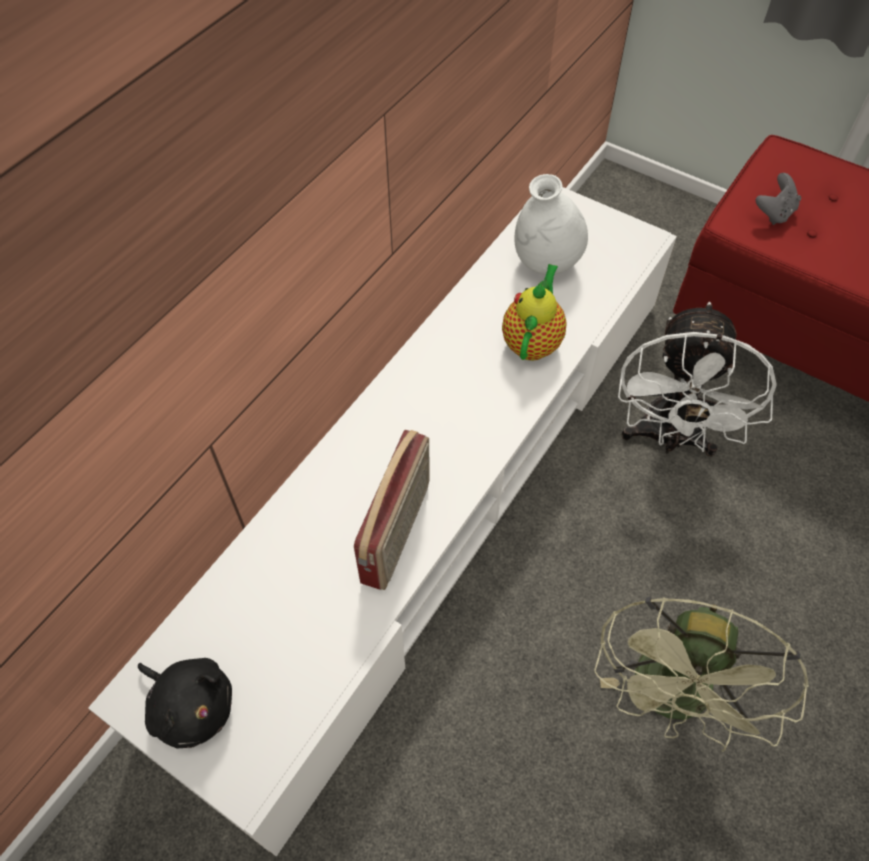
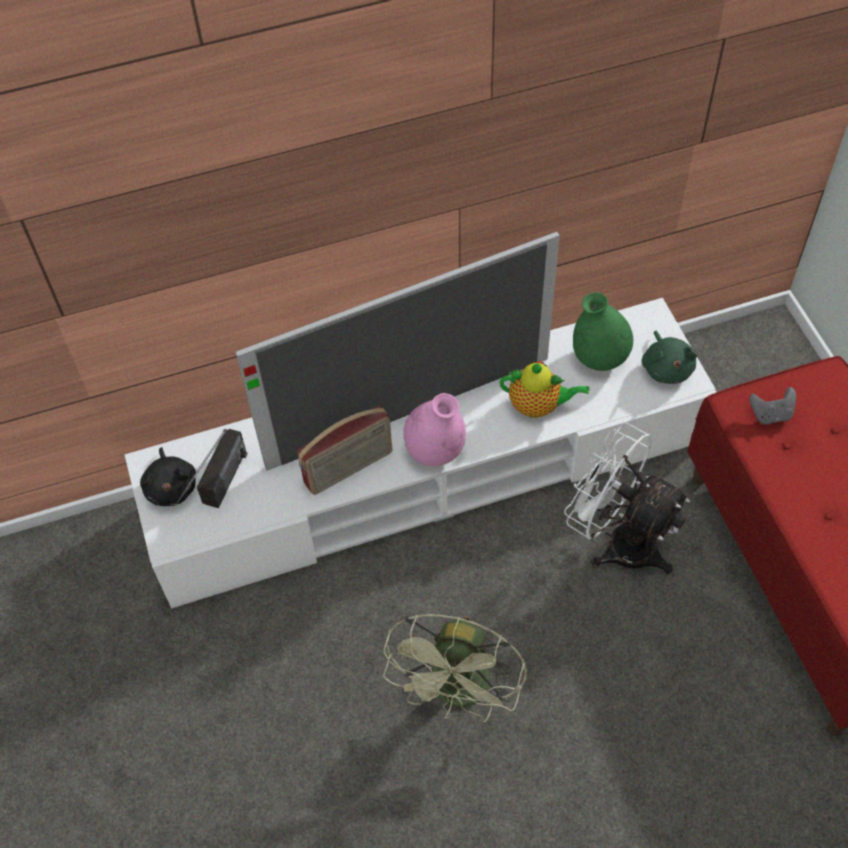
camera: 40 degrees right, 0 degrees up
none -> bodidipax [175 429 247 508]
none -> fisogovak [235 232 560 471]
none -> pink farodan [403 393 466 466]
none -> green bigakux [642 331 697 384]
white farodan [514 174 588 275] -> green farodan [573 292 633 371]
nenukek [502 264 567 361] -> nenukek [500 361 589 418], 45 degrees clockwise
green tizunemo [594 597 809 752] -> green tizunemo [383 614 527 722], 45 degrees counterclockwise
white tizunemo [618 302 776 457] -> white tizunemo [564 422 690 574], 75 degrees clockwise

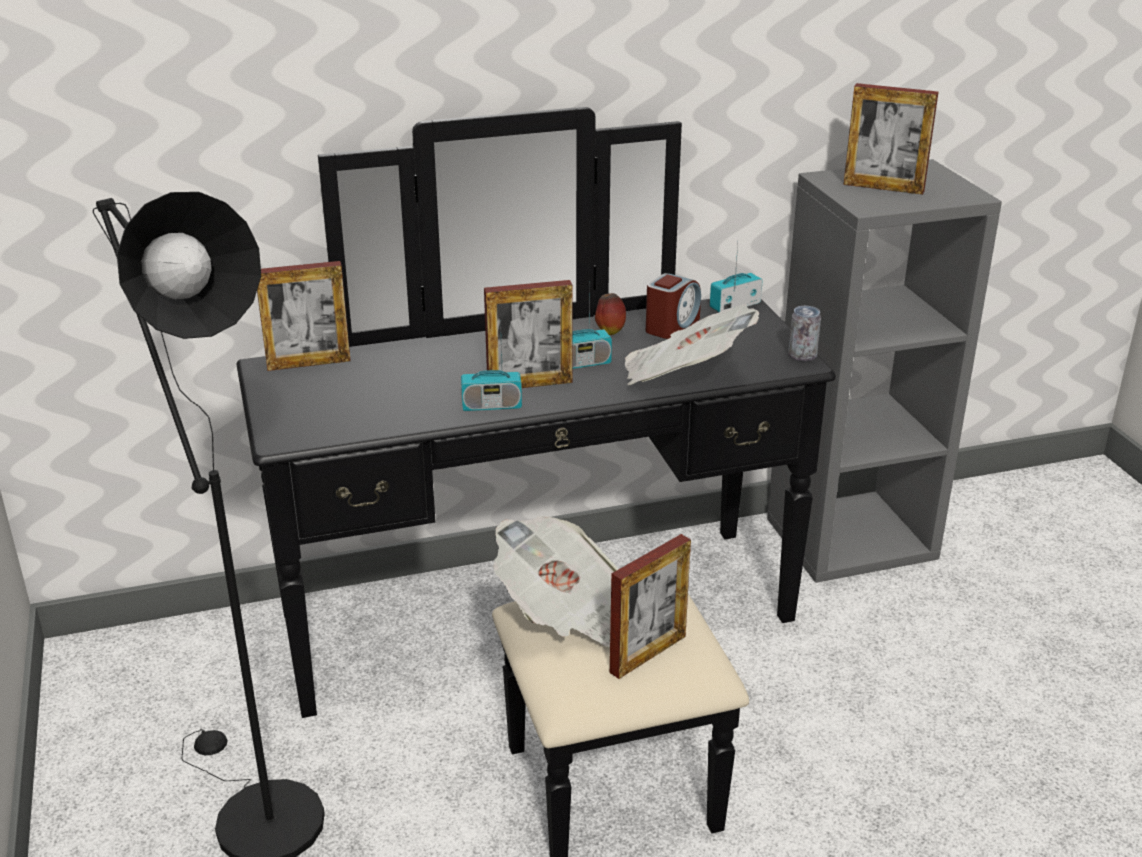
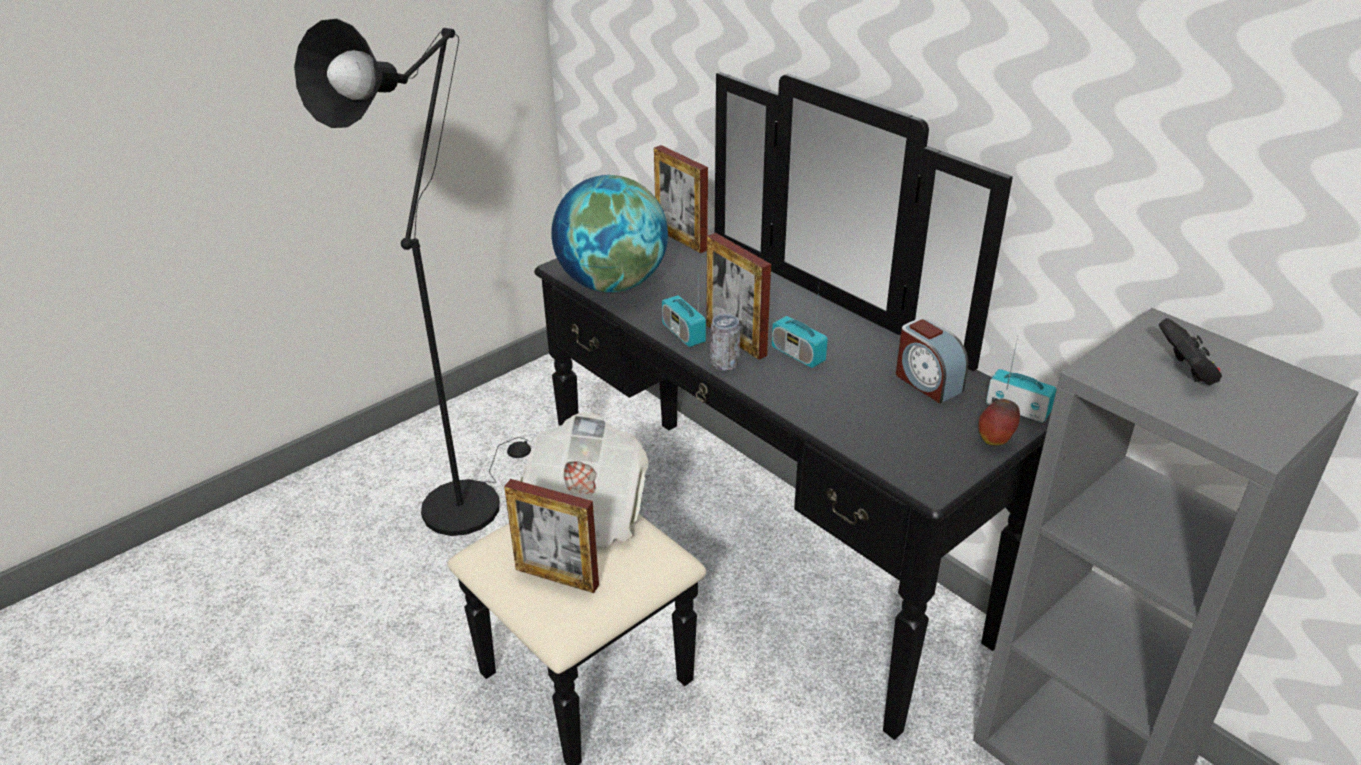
camera: 65 degrees right, 5 degrees up
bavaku [625 304 759 385] -> none
none -> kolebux [551 175 668 292]
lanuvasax [595 293 626 335] -> lanuvasax [978 399 1020 445], moved
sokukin [789 306 821 362] -> sokukin [710 314 740 371], moved
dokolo [844 83 938 195] -> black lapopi [1159 318 1222 385]
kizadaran [646 273 701 339] -> kizadaran [896 318 969 403], 45 degrees clockwise

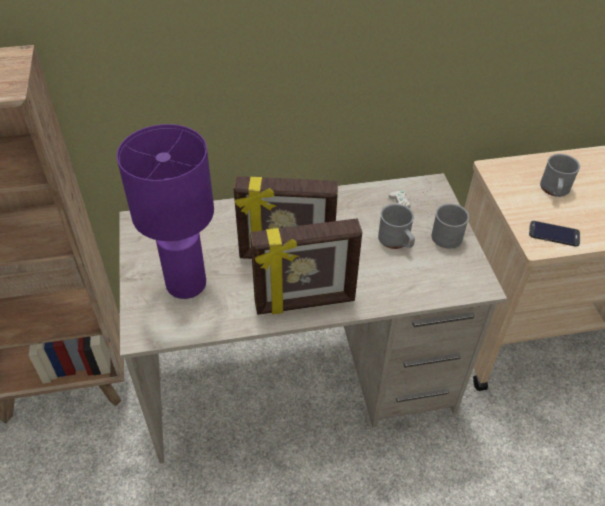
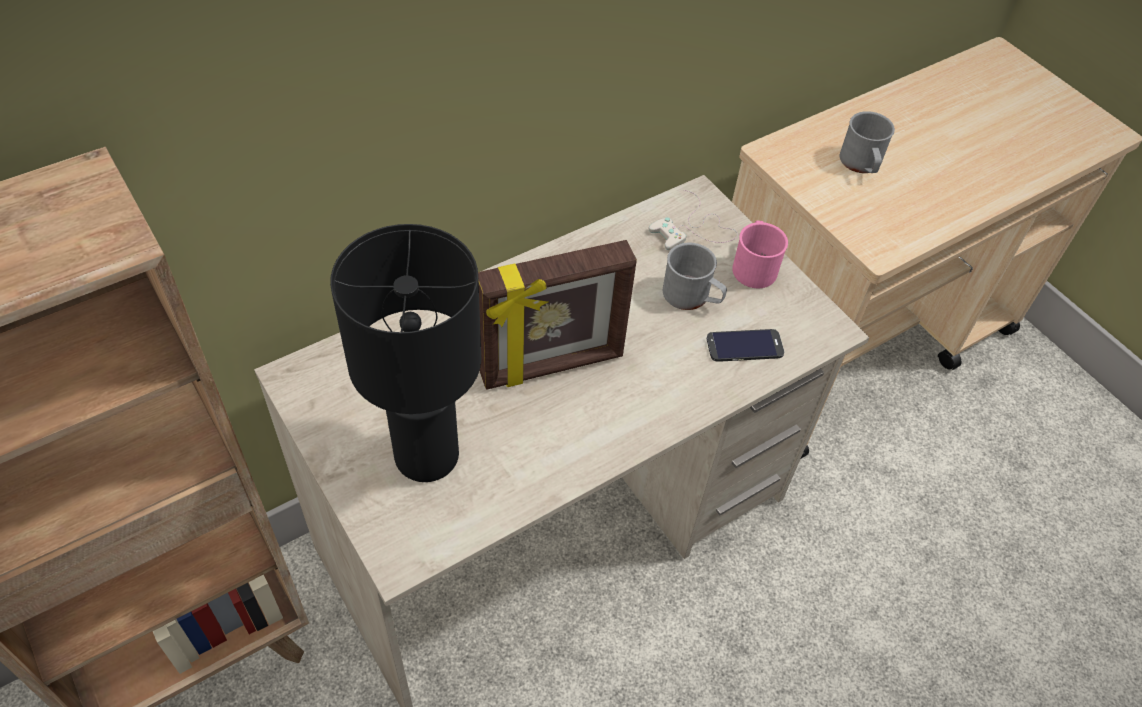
camera: 25 degrees left, 5 degrees up
dokolo [250 218 362 315] -> none
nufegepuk [529 221 580 247] -> nufegepuk [707 329 784 362], moved
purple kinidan [117 124 214 299] -> black kinidan [330 224 481 482]
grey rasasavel [431 203 469 249] -> pink rasasavel [732 220 788 288]

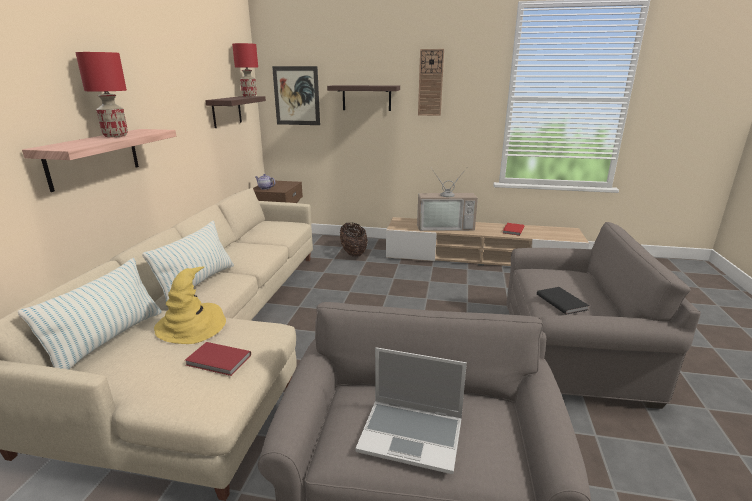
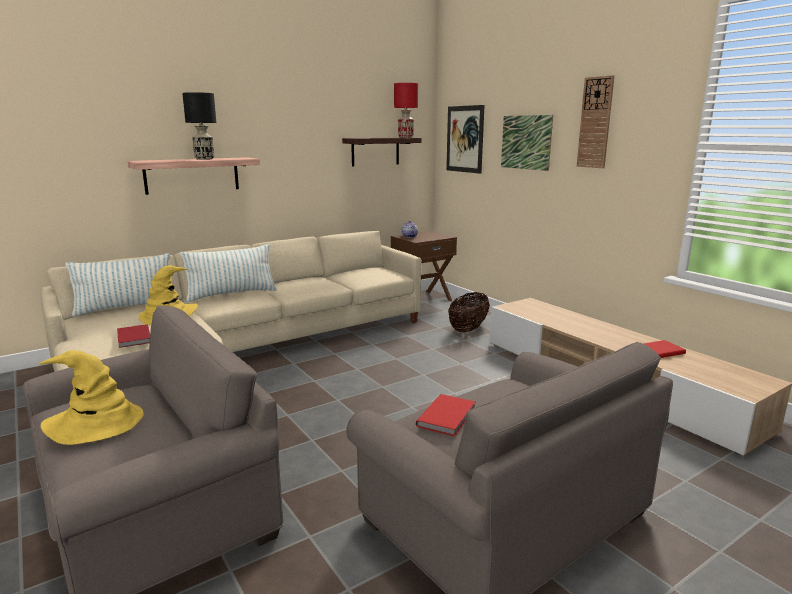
camera: 45 degrees right, 5 degrees down
fisogovak [417 168 478 231] -> none
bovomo [327 85 400 111] -> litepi [501 115 553 171]
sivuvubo [355 347 467 474] -> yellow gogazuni [39 350 144 445]
red kinidan [75 52 128 137] -> black kinidan [182 92 216 160]
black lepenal [537 287 589 315] -> red lepenal [416 394 475 436]

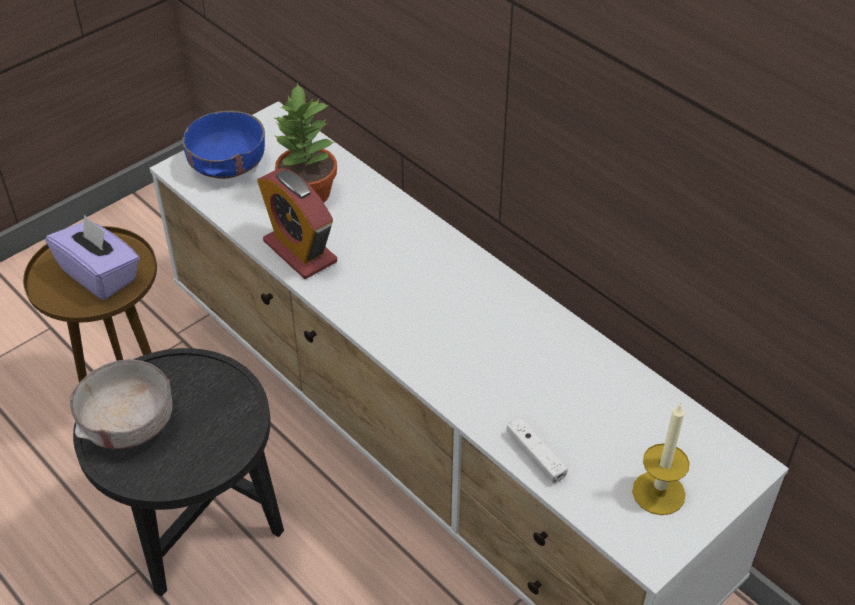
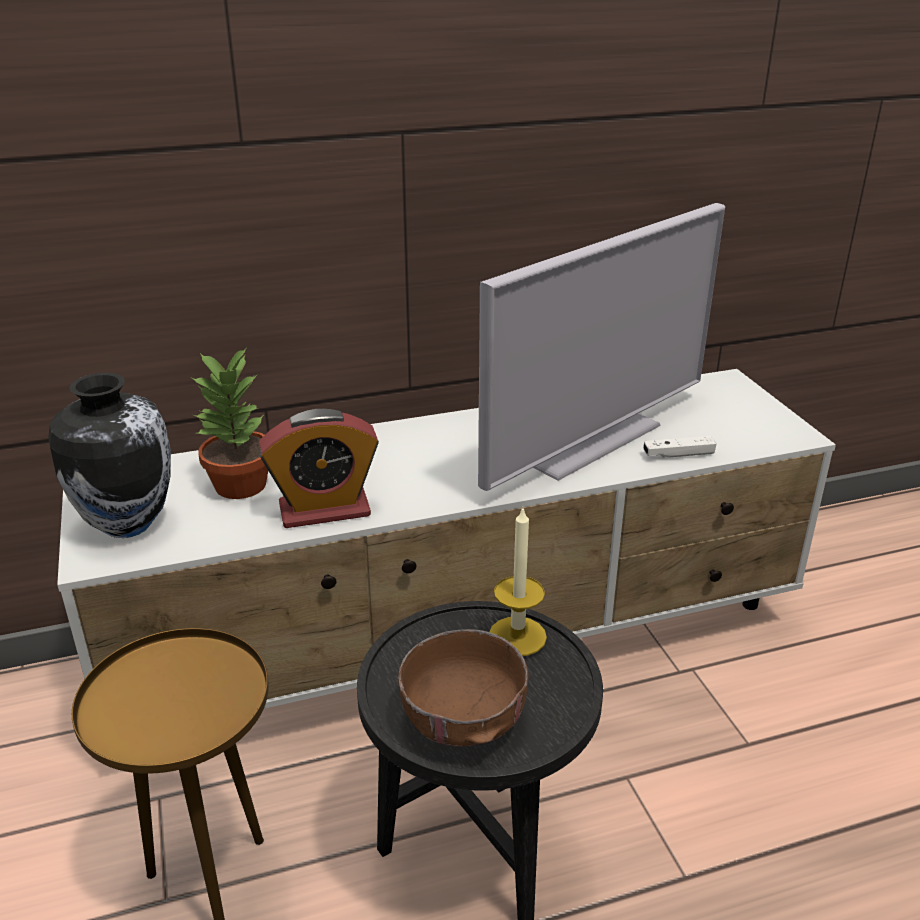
camera: 65 degrees left, 15 degrees down
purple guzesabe [46 214 140 300] -> none
none -> fisogovak [478 203 725 491]
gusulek [632 403 690 515] -> gusulek [490 506 547 656], moved
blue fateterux [182 111 265 179] -> farodan [48 373 171 538]
grey fateterux [70 359 173 449] -> brown fateterux [398 629 529 747]

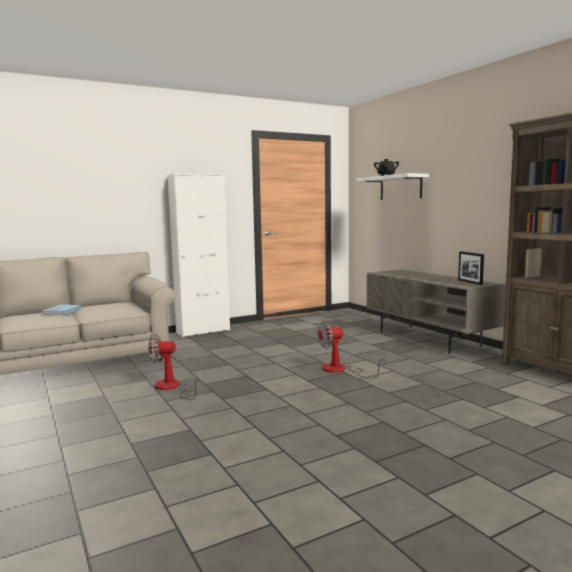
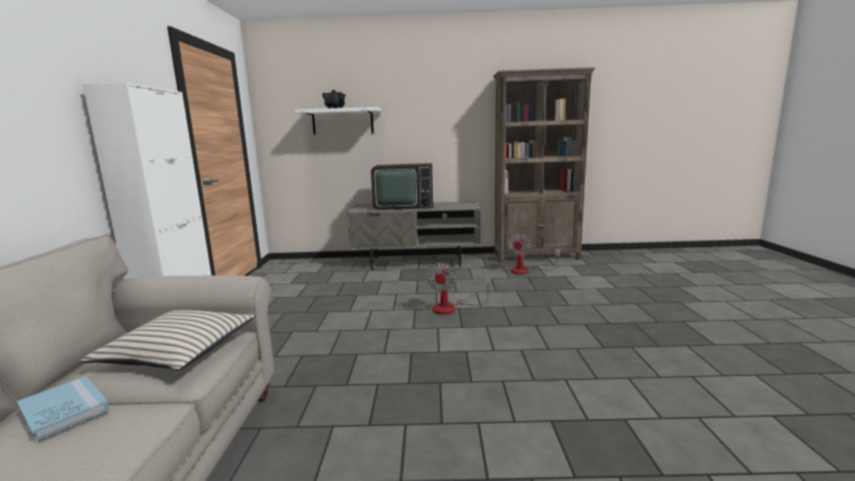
camera: 60 degrees left, 5 degrees up
dokolo [458 251 484 285] -> none
none -> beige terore [80 310 256 370]
none -> fisogovak [371 163 433 210]
tizunemo [148 333 201 400] -> tizunemo [507 233 560 275], moved

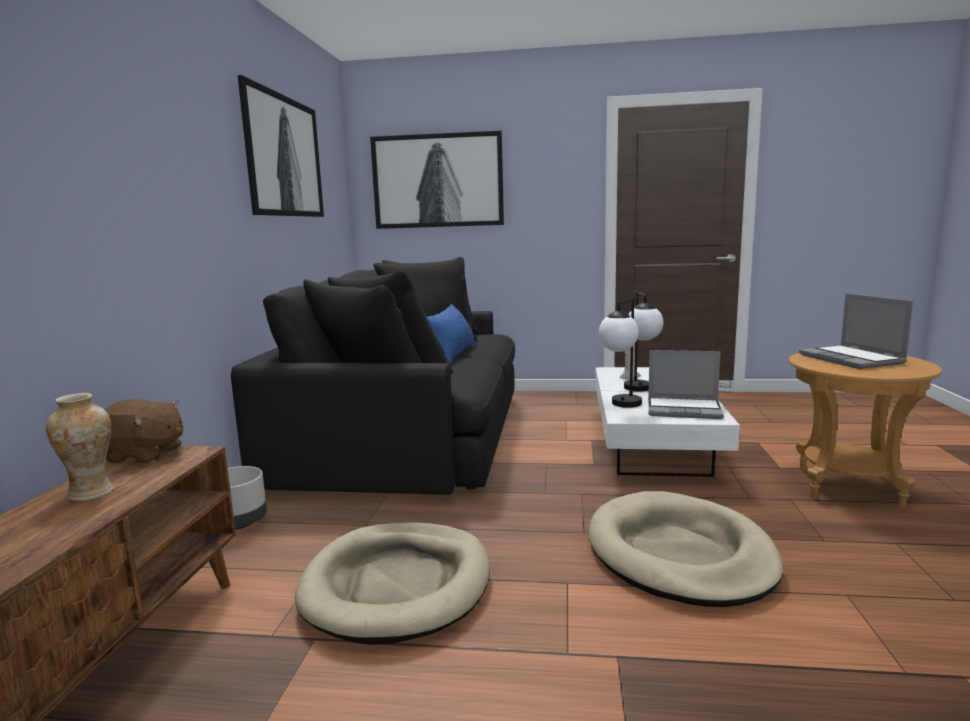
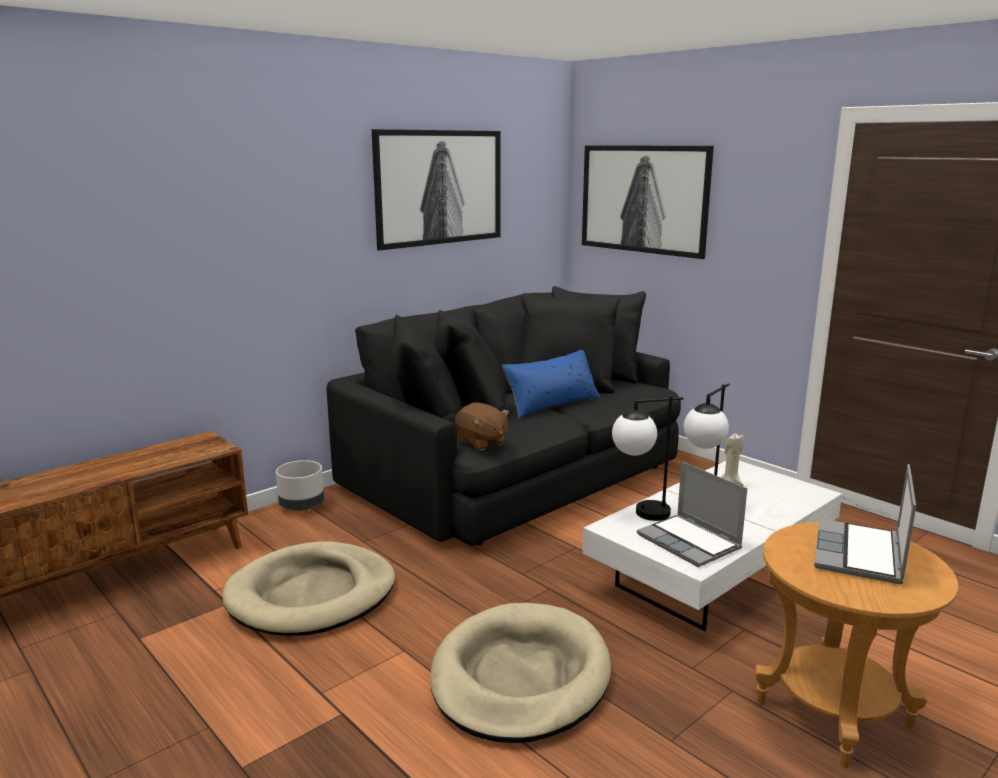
camera: 40 degrees right, 5 degrees up
farodan [46 393 114 501] -> none
brown bigakux [105 399 183 463] -> brown bigakux [455 402 509 451], moved

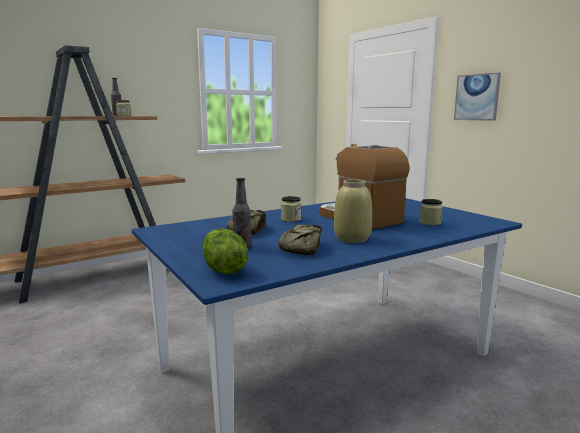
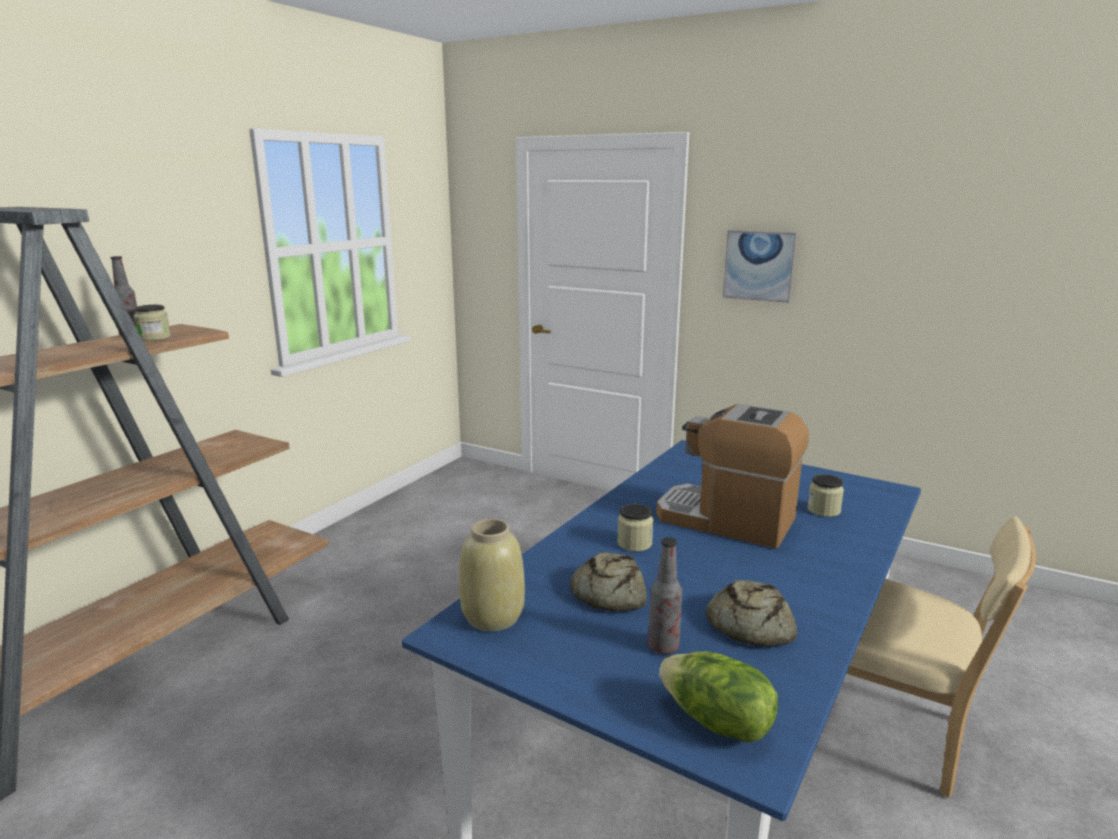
camera: 25 degrees left, 5 degrees up
none -> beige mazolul [846 517 1036 798]
beige farodan [334 180 372 243] -> beige farodan [459 519 525 632], moved

